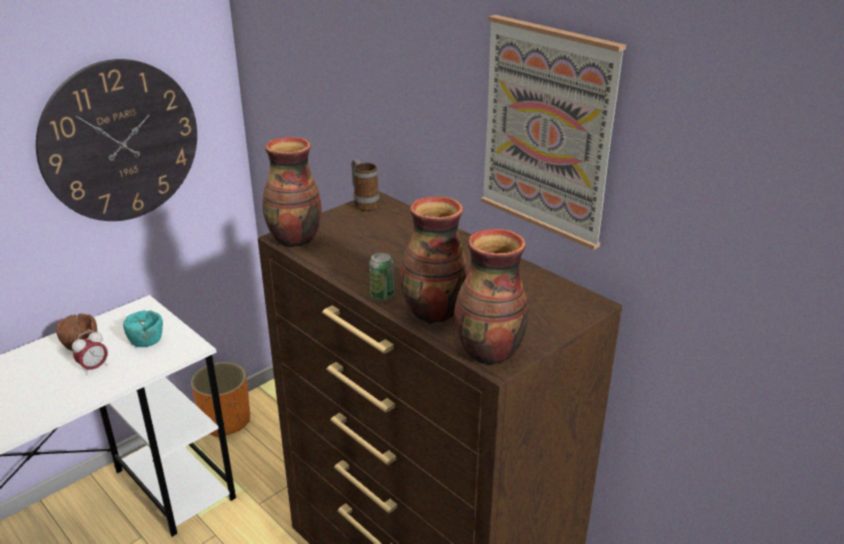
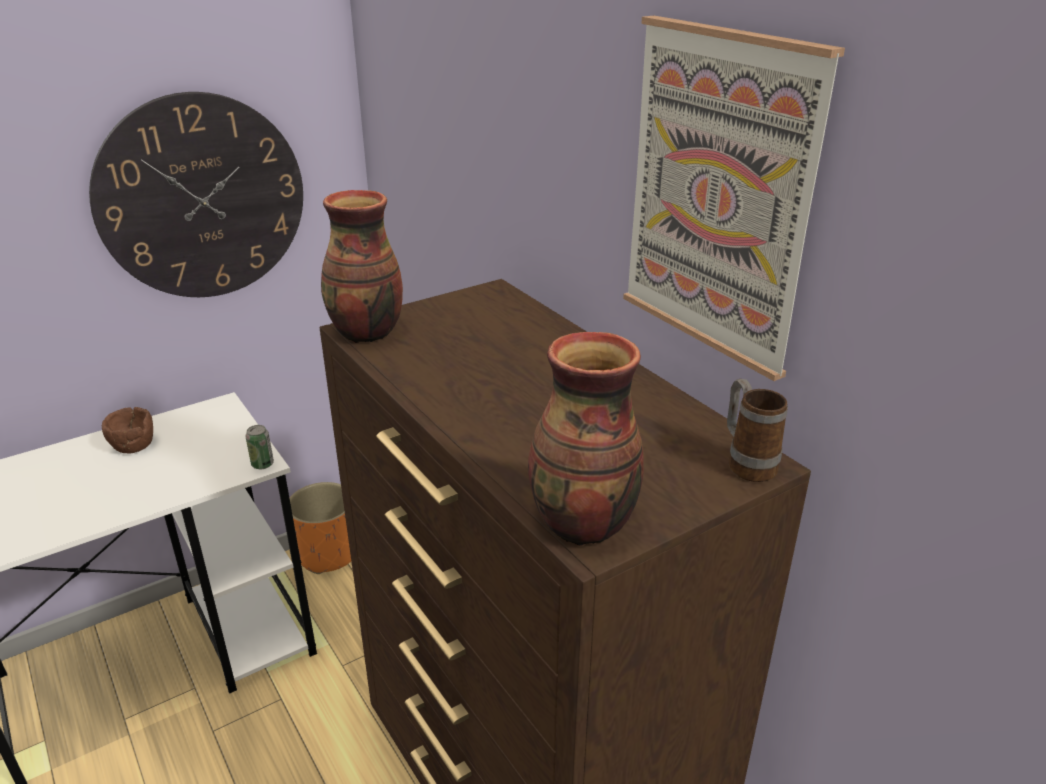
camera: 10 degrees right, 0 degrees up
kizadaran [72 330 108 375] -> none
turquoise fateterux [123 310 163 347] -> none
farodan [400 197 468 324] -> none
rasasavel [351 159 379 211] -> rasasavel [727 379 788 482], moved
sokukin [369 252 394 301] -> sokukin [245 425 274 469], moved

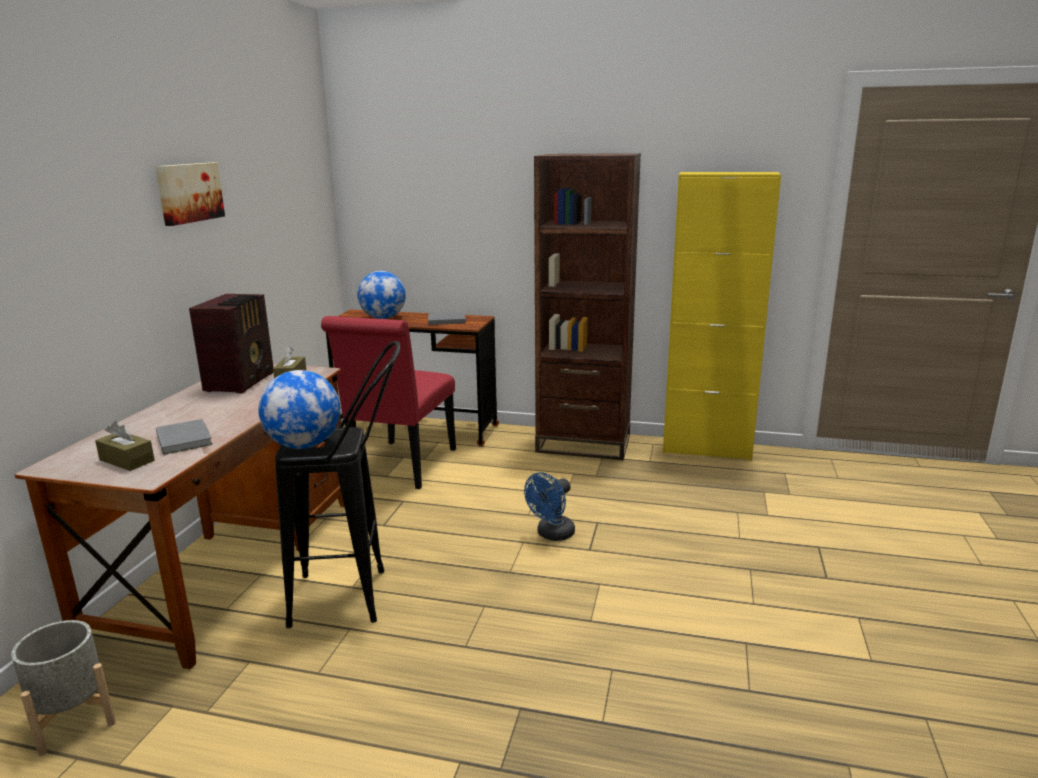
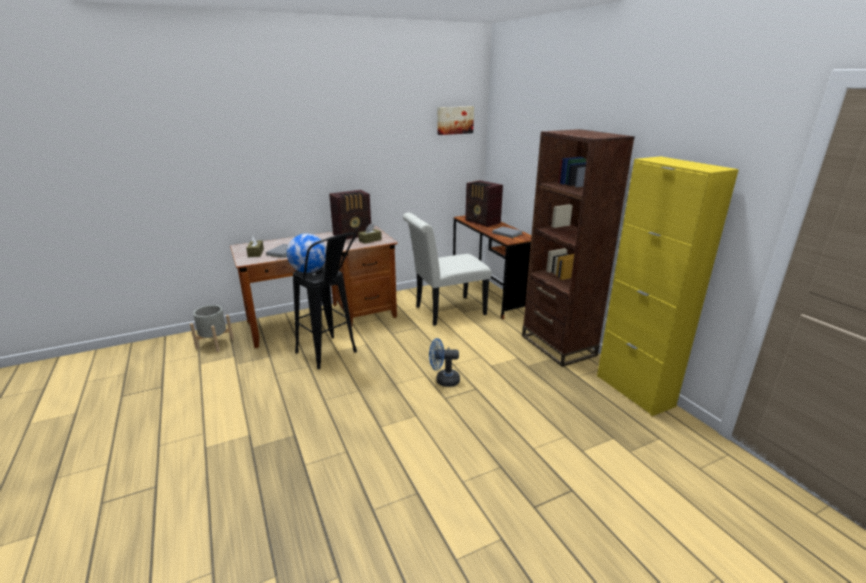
camera: 50 degrees right, 5 degrees up
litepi [155 162 225 226] -> litepi [437 106 474 135], moved
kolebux [357 271 406 319] -> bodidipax [465 180 503 227]
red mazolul [321 316 456 489] -> white mazolul [403 213 491 326]

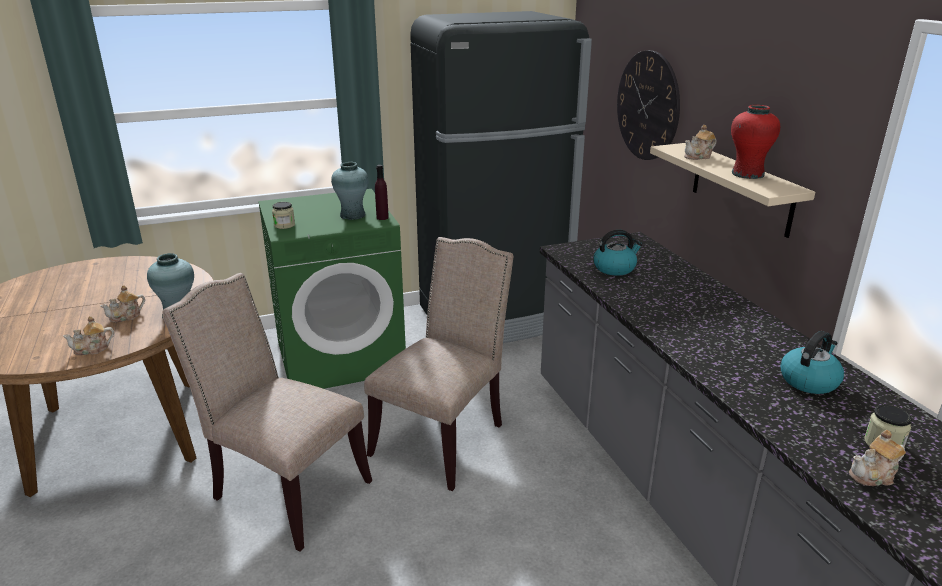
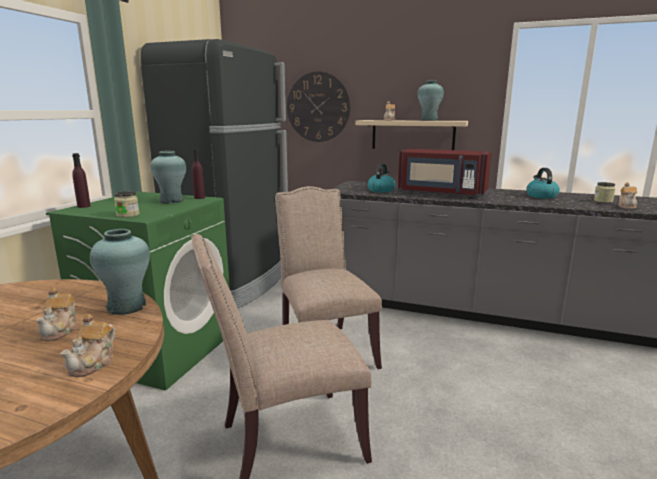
camera: 50 degrees left, 10 degrees down
none -> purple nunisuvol [72 153 91 208]
none -> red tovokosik [398 149 492 198]
red farodan [731 105 780 179] -> turquoise farodan [417 80 444 121]

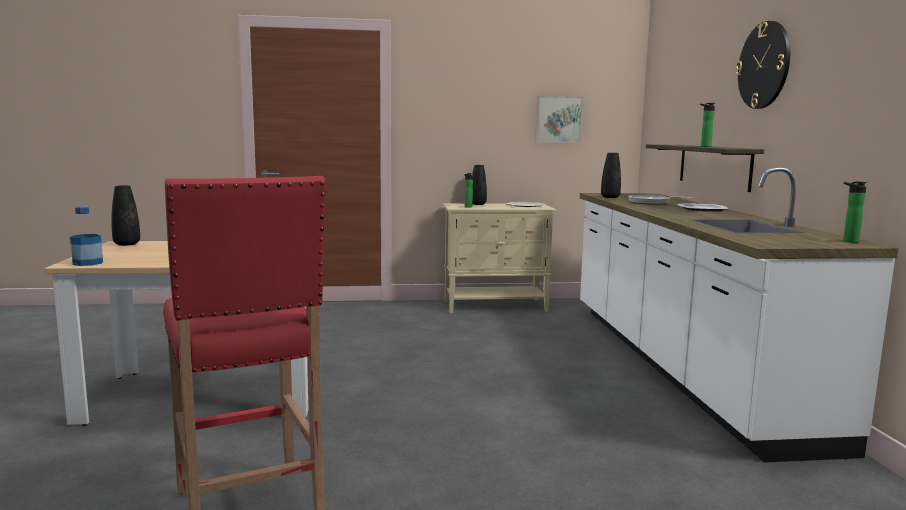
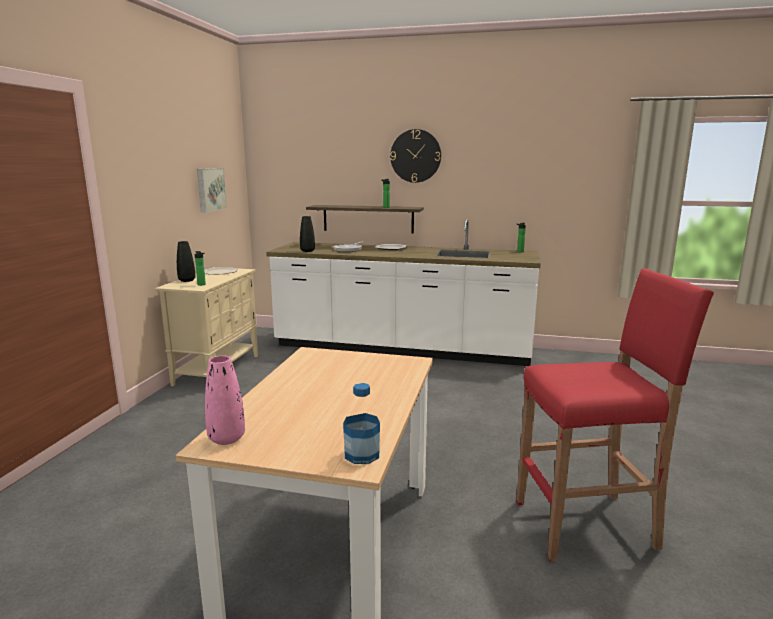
camera: 70 degrees left, 5 degrees up
black farodan [111 185 140 246] -> pink farodan [205 355 245 445]

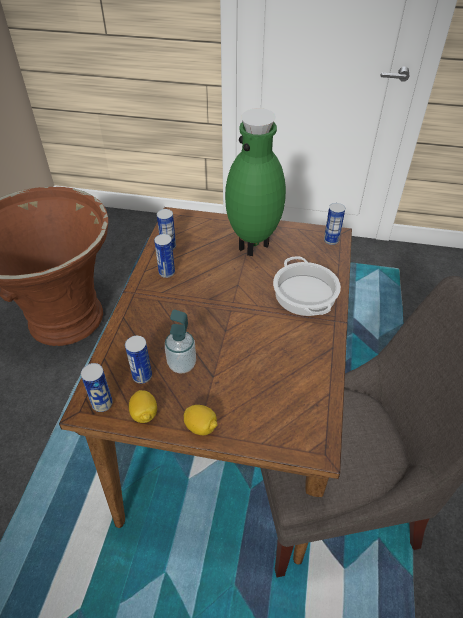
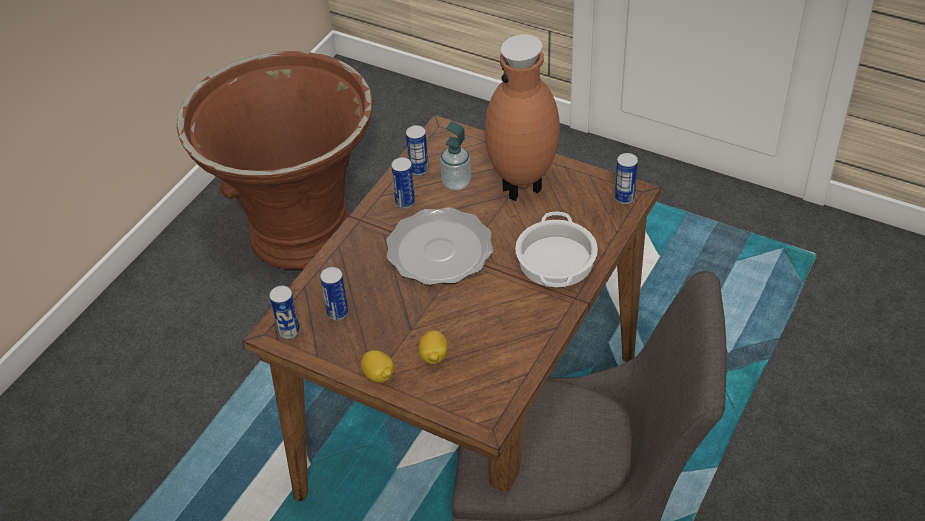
camera: 20 degrees right, 0 degrees up
none -> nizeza [386 208 493 285]
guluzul [129 390 157 423] -> guluzul [418 330 448 364], moved
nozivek [165 310 196 374] -> nozivek [440 121 471 190], moved
green farodan [225 108 286 256] -> brown farodan [485 34 560 201]

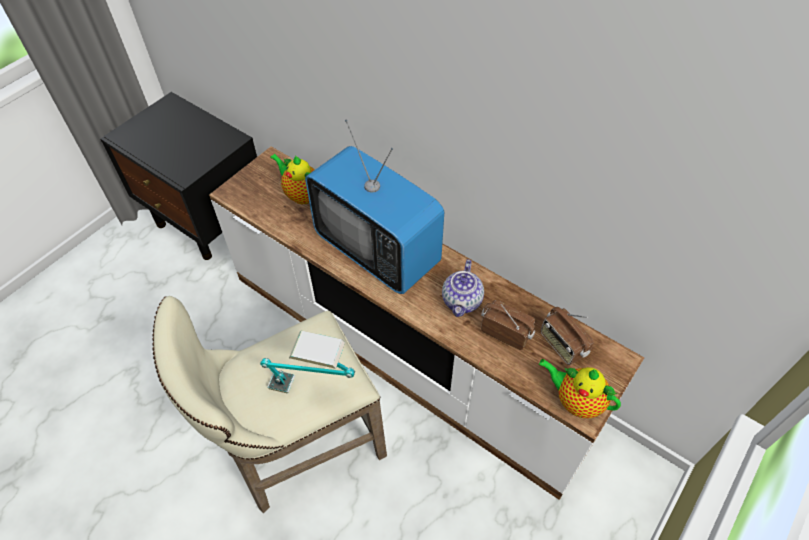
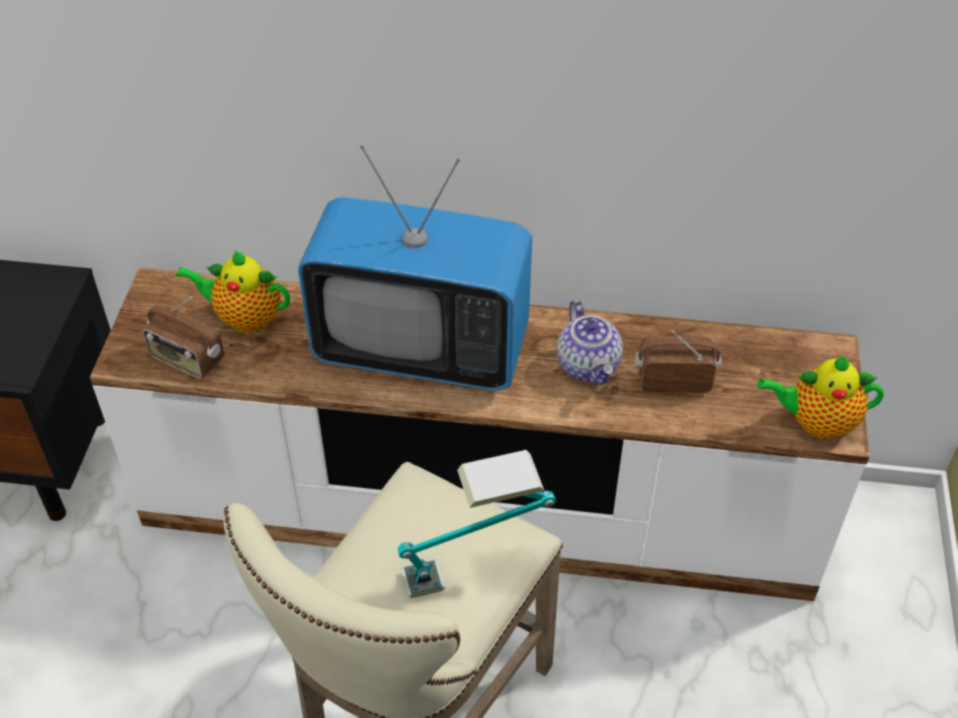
camera: 30 degrees left, 5 degrees down
bodidipax [541 307 593 365] -> bodidipax [142 297 224 379], moved

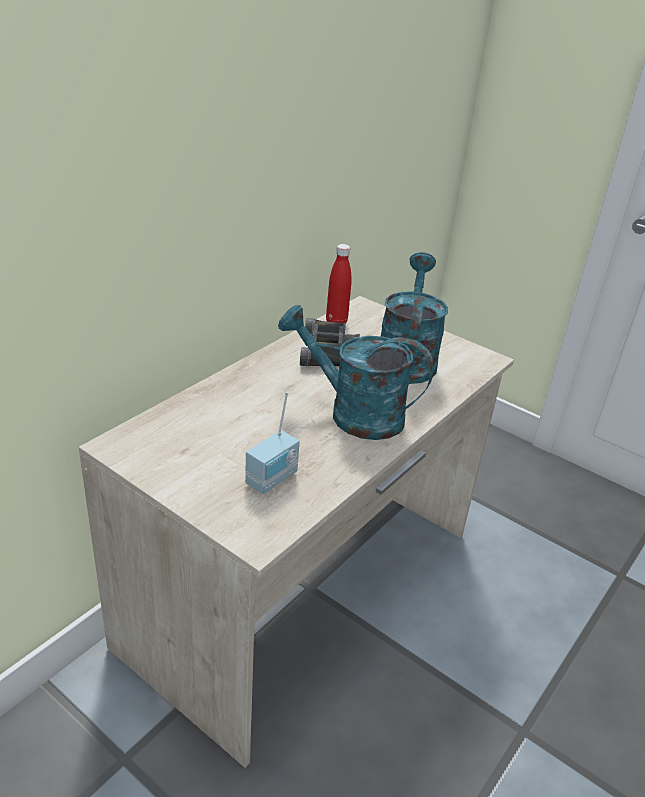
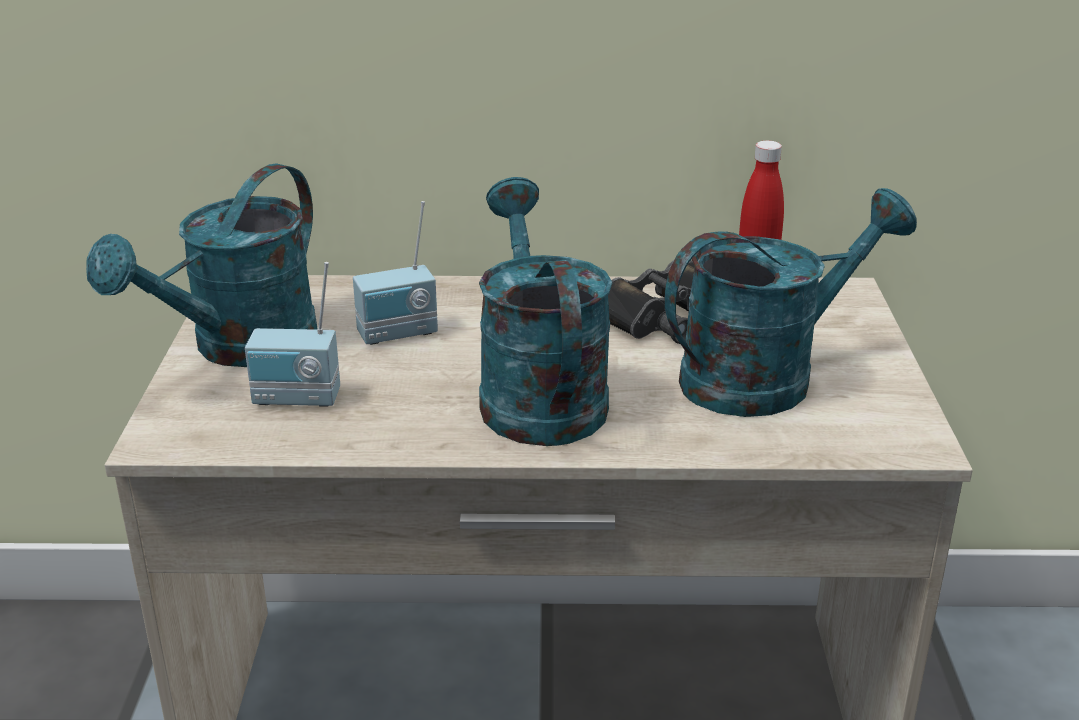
camera: 55 degrees right, 5 degrees down
none -> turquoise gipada [86 163 318 367]
none -> bodidipax [353 201 438 345]

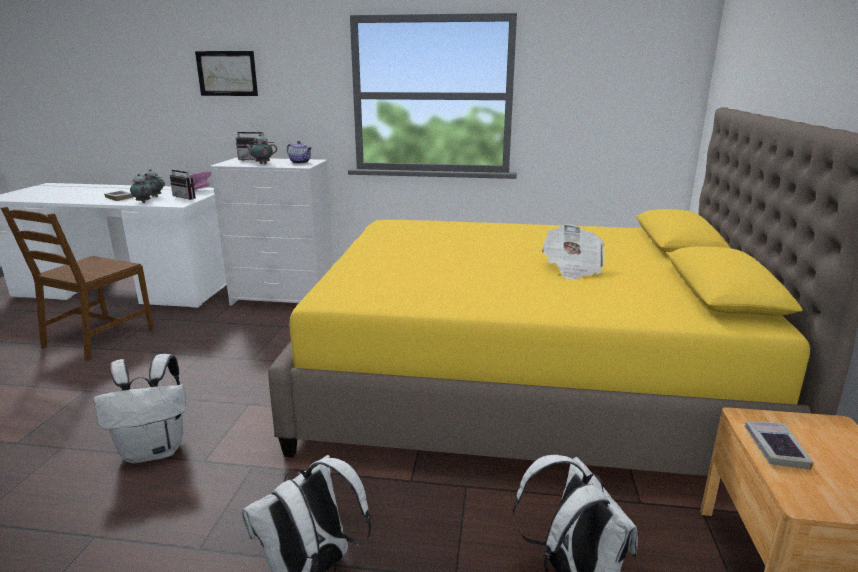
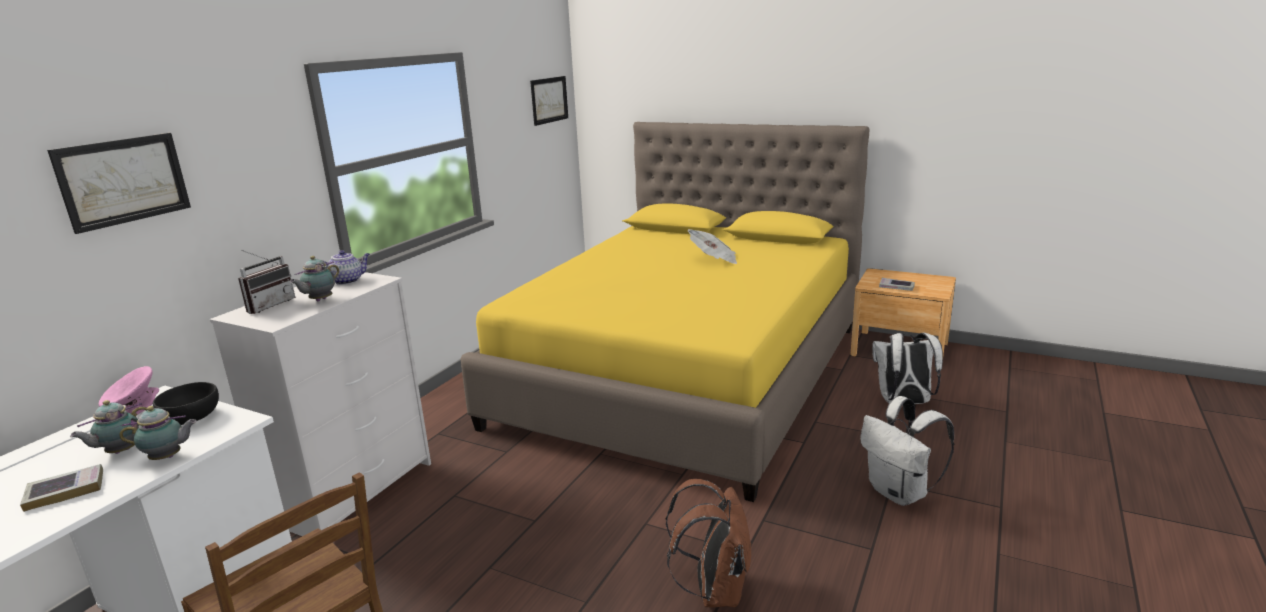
camera: 70 degrees left, 0 degrees up
none -> litepi [530 76 568 126]
bodidipax [170 161 196 200] -> black fateterux [153 382 219 425]
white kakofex [93 354 186 463] -> brown kakofex [666 479 751 608]

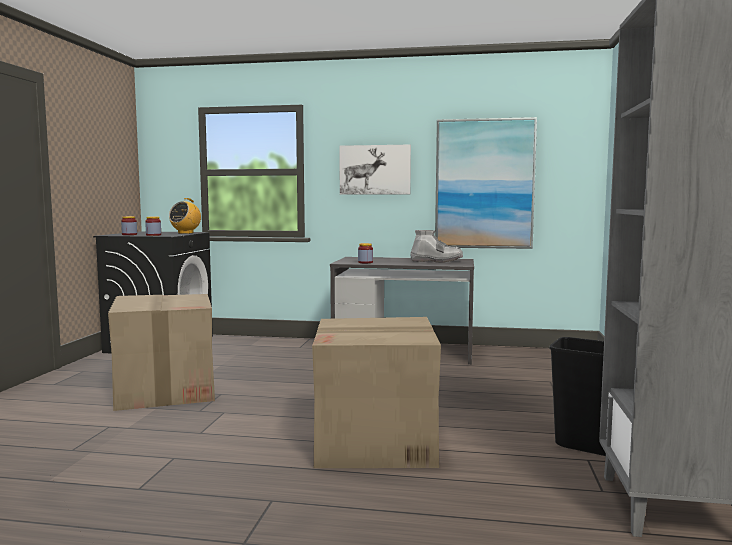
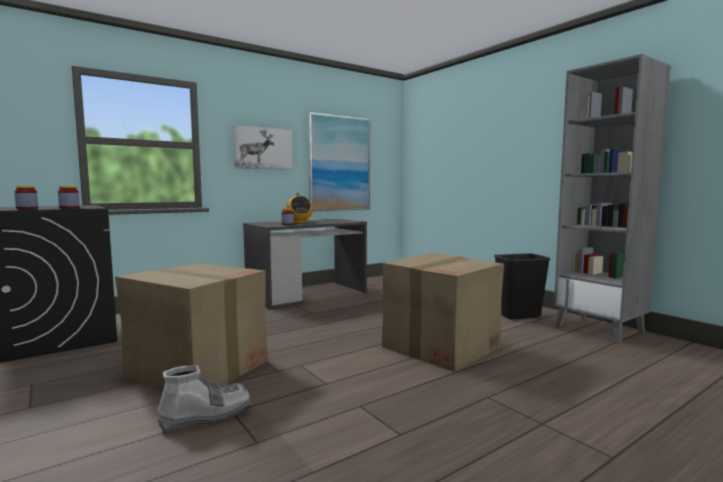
camera: 45 degrees left, 0 degrees up
bodidipax [169 198 201 234] -> bodidipax [286 193 313 224], moved
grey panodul [410 230 463 263] -> grey panodul [157 365 251 433], moved

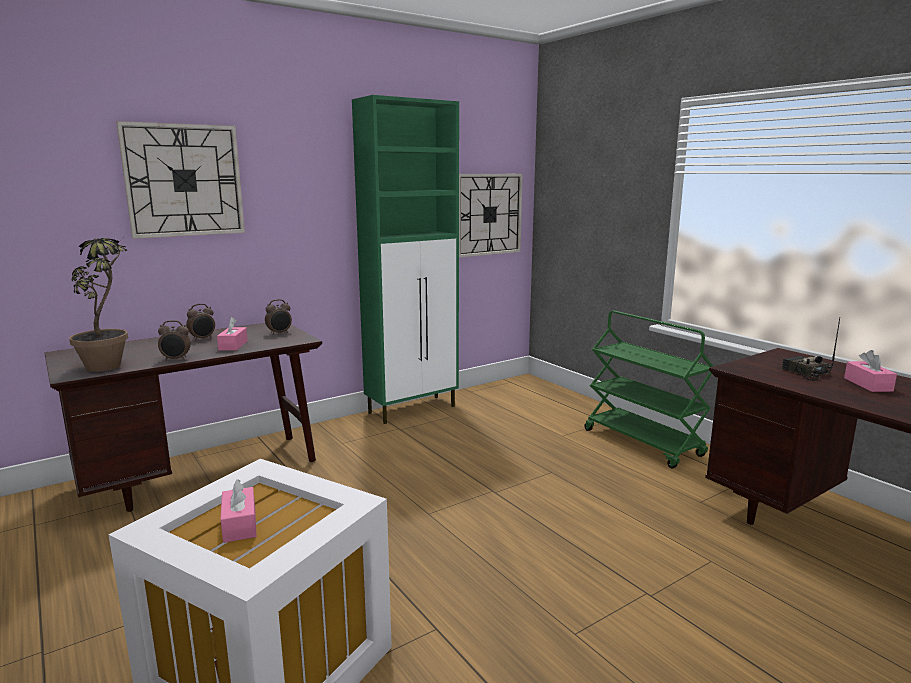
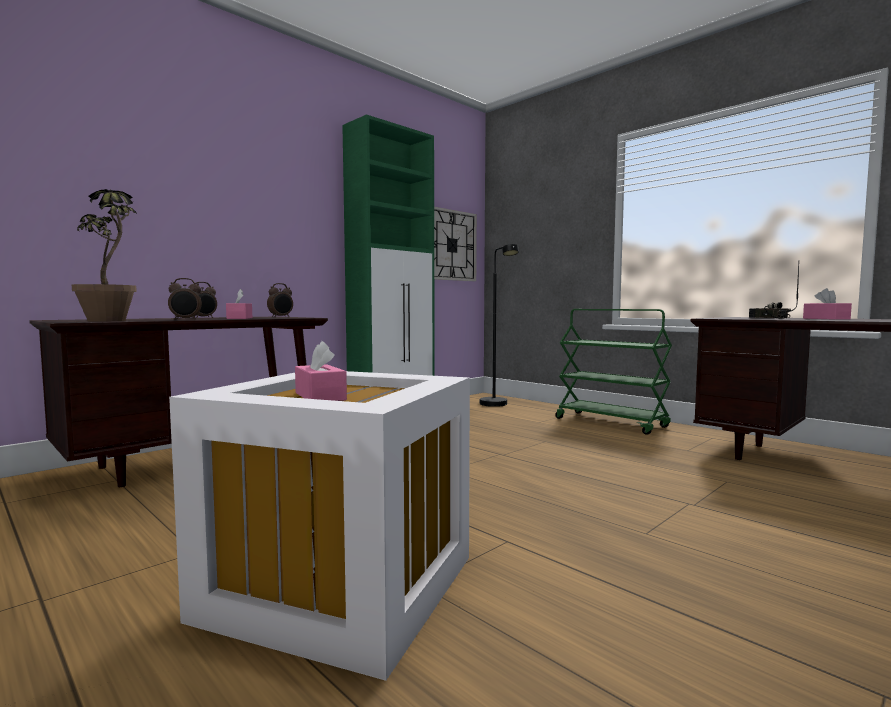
camera: 10 degrees left, 10 degrees down
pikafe [116 121 245 239] -> none
none -> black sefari [480 244 519 407]

